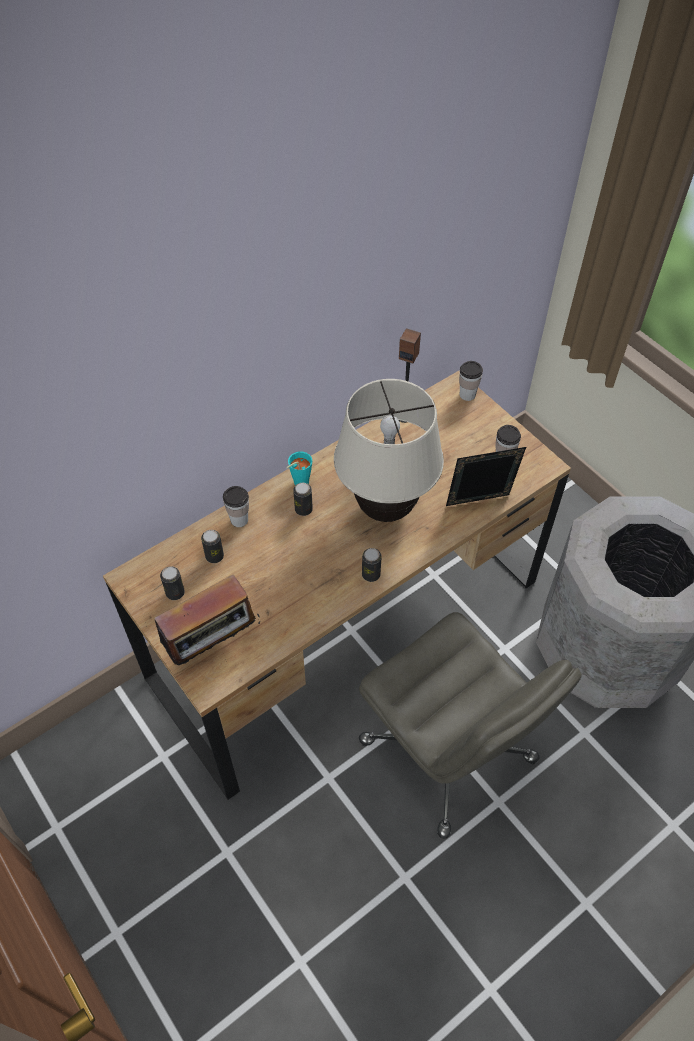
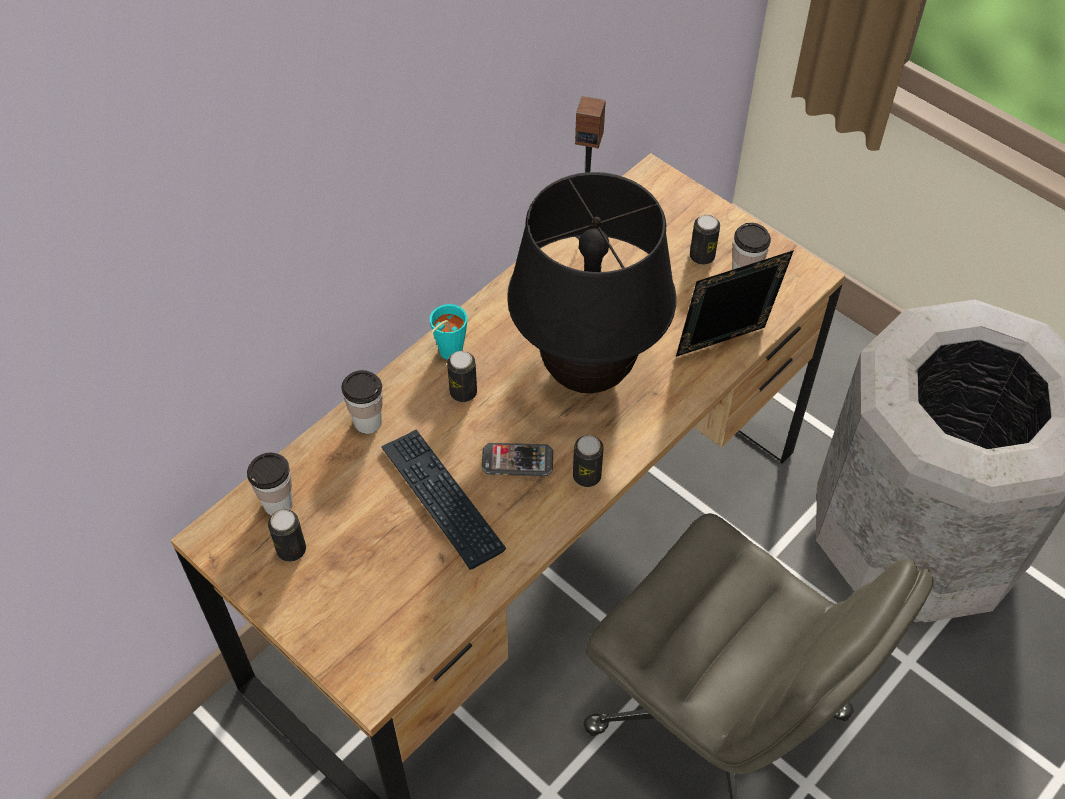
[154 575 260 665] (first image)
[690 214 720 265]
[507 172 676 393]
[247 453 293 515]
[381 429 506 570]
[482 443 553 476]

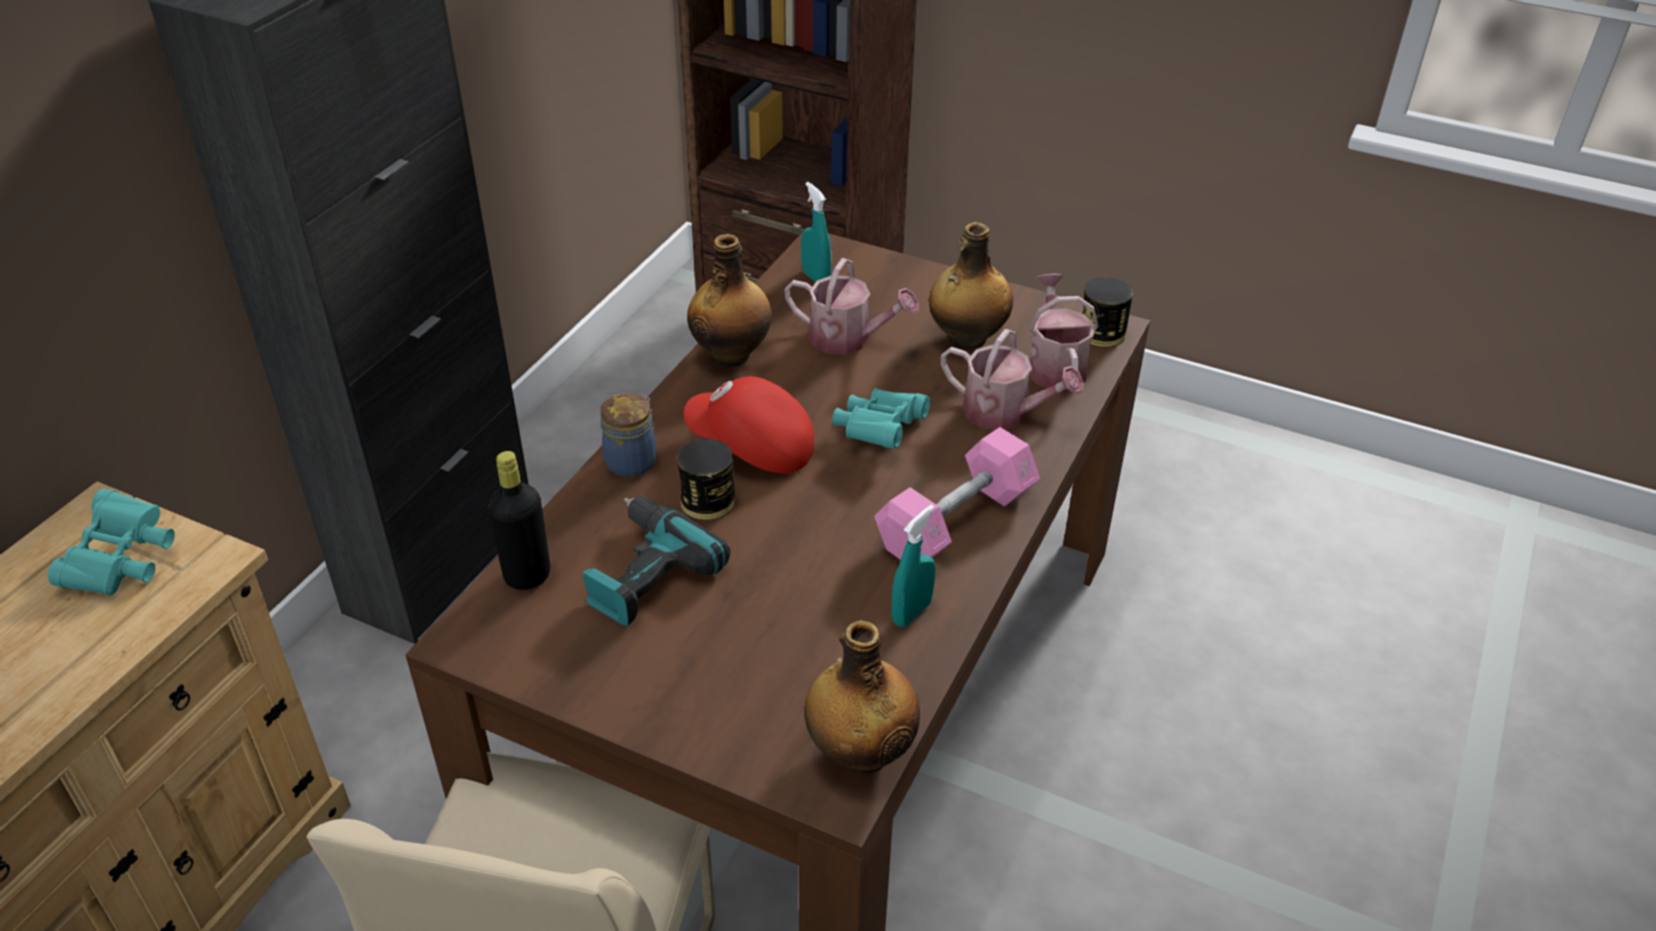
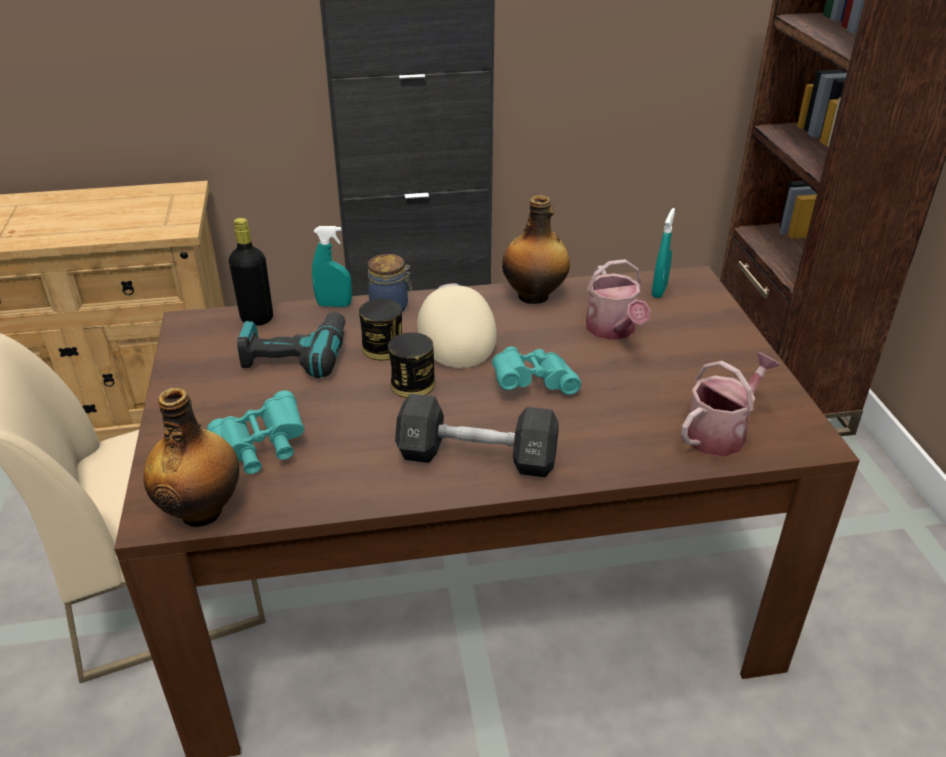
[207 390 305 474]
[417 283 497 368]
[395 394 559 478]
[312 226 352 307]
[929 222 1013 349] (first image)
[941 329 1084 430] (first image)
[388 333 435 398]

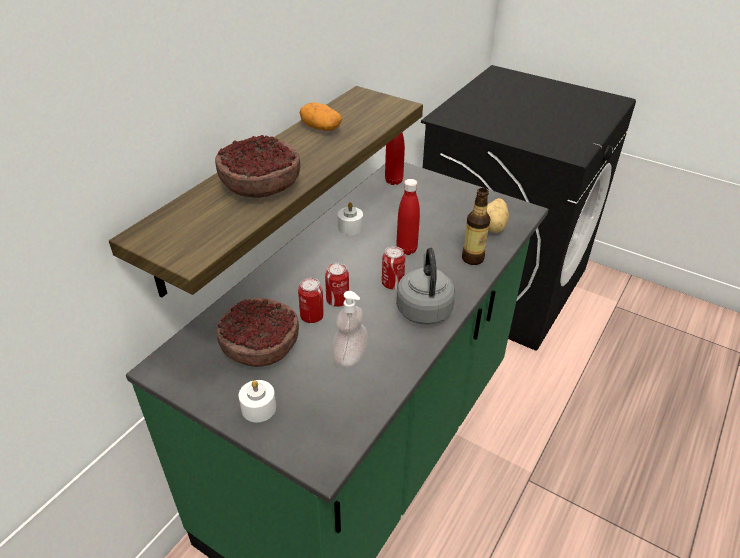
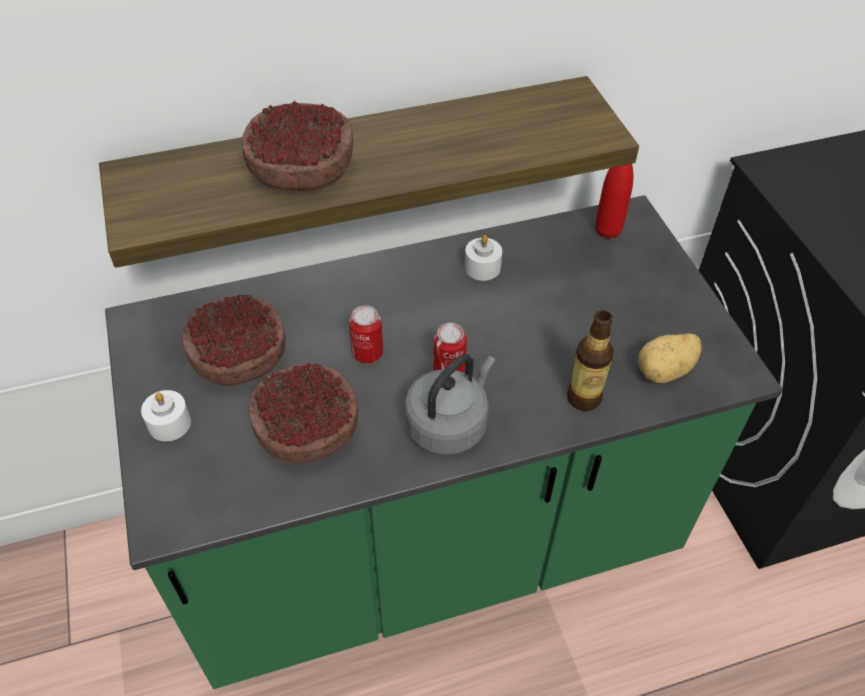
[298 278 324 323] (first image)
[300 102 342 131] (first image)
[248 363 358 464]
[396 179 420 255] (first image)

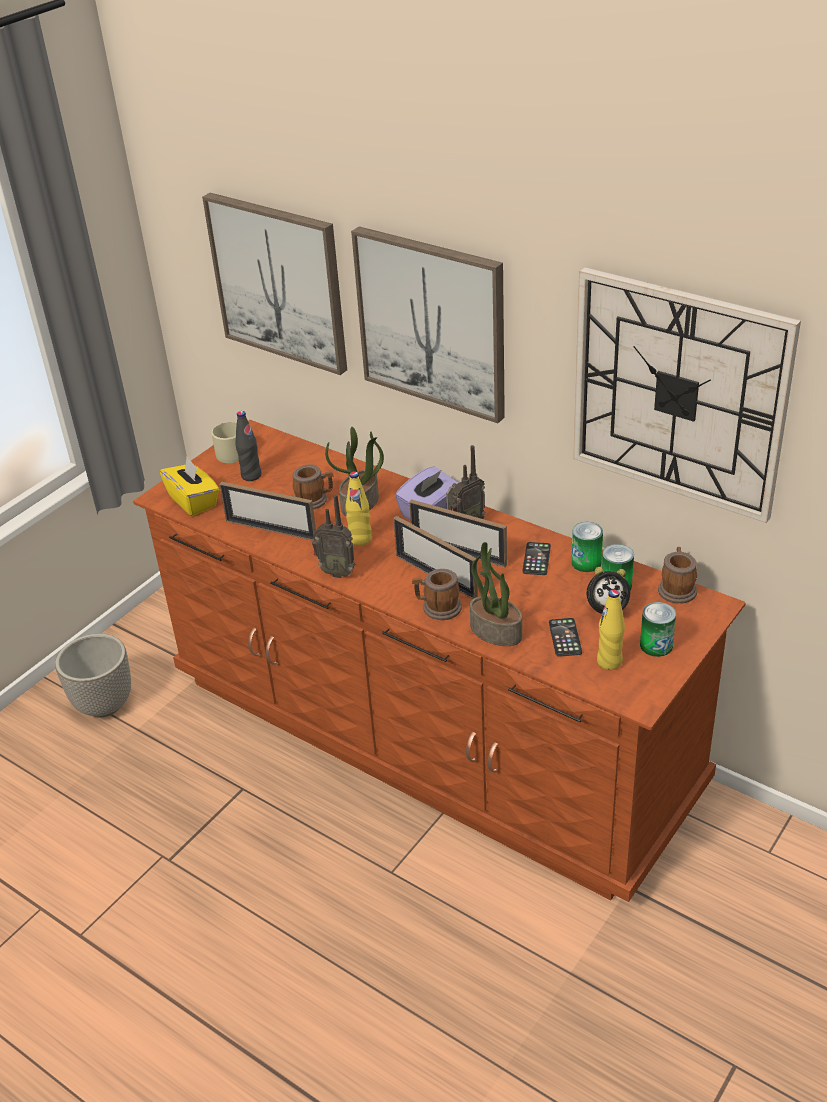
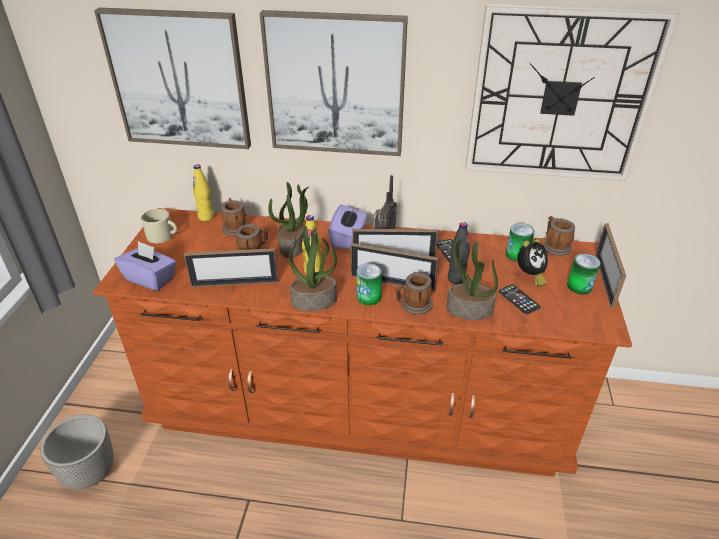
[115 241 176 291]
[448 222 470 284]
[289 226 337 311]
[356 263 382 305]
[193 164 214 221]
[221 198 248 236]
[595 223 626 309]

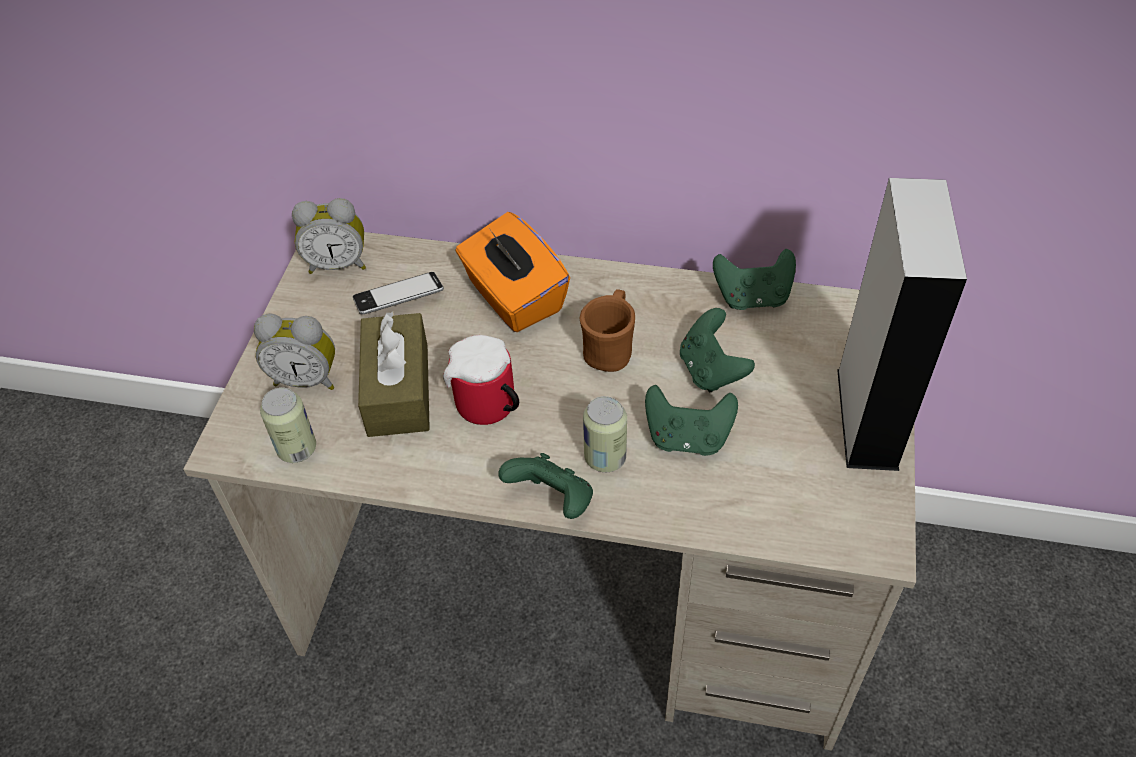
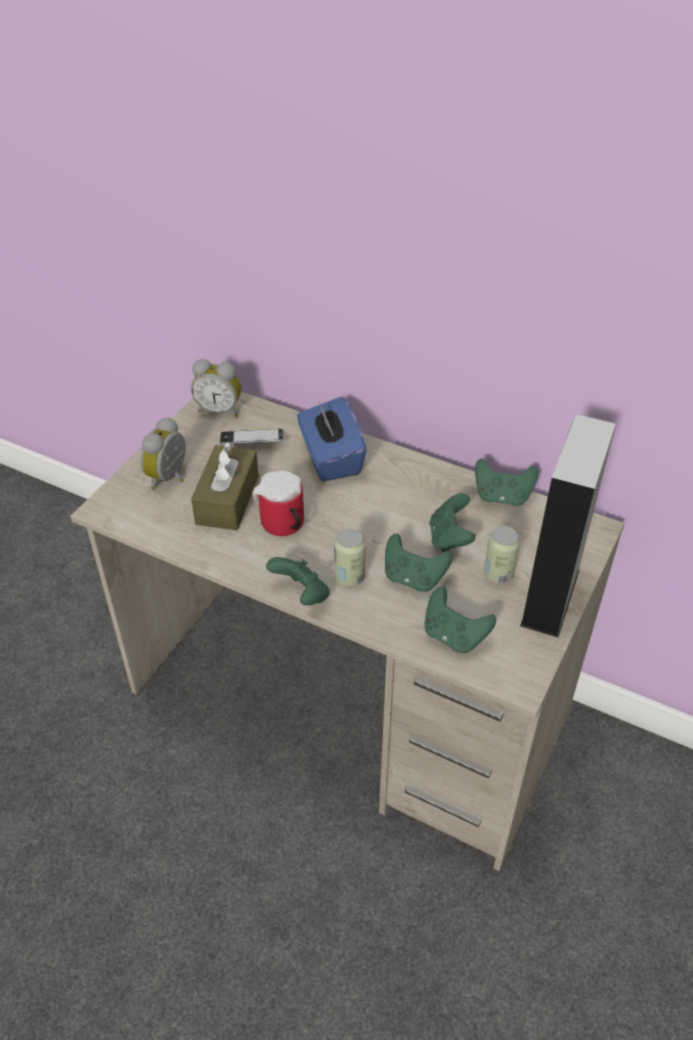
[140 417 186 490]
[484 526 520 584]
[297 397 367 481]
[580 289 635 372] (first image)
[424 587 496 653]

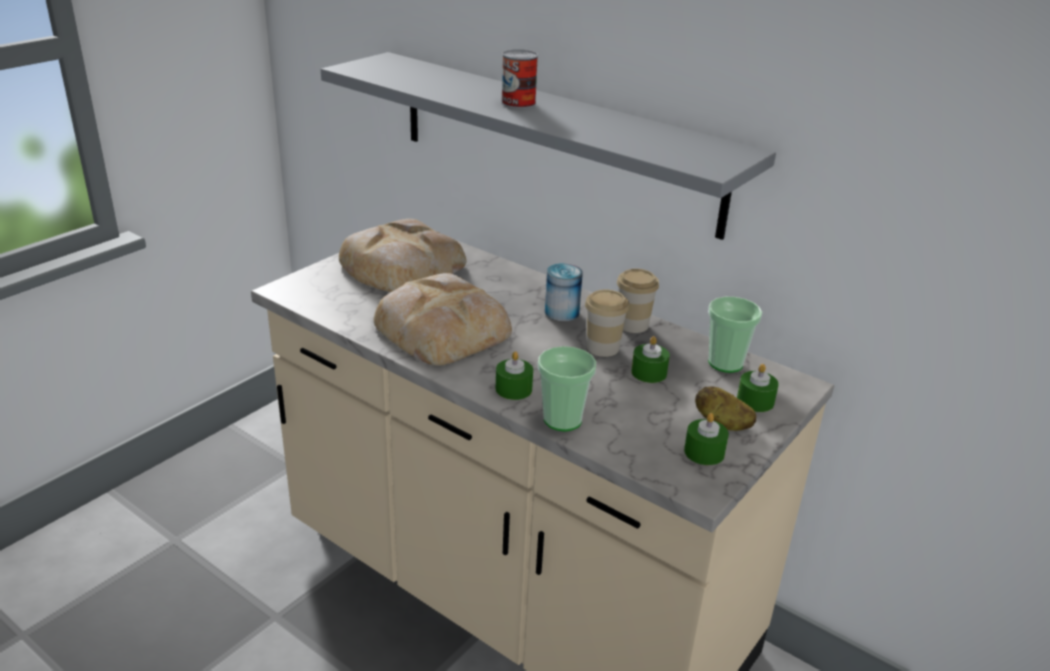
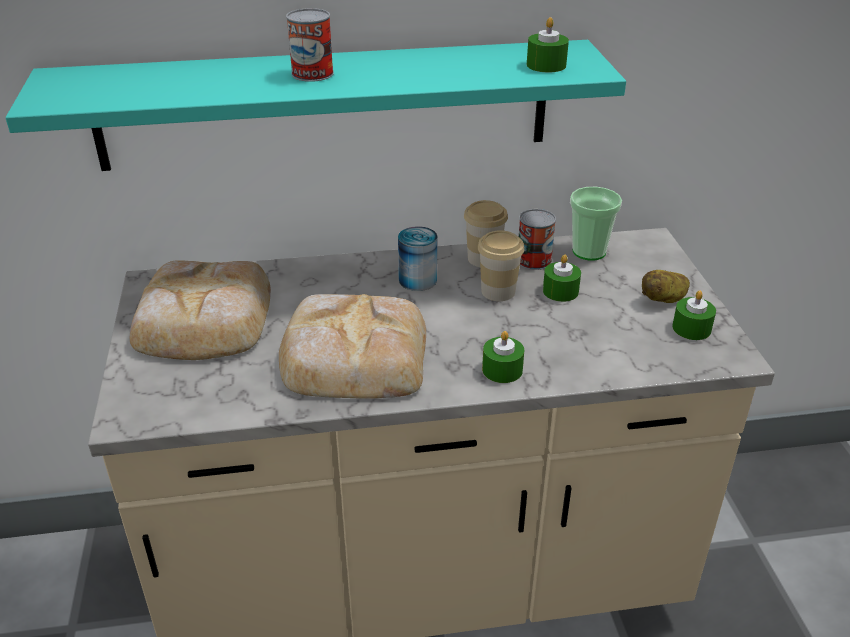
[5 40 626 171]
[538 346 596 432] (first image)
[527 17 569 73]
[519 209 556 270]

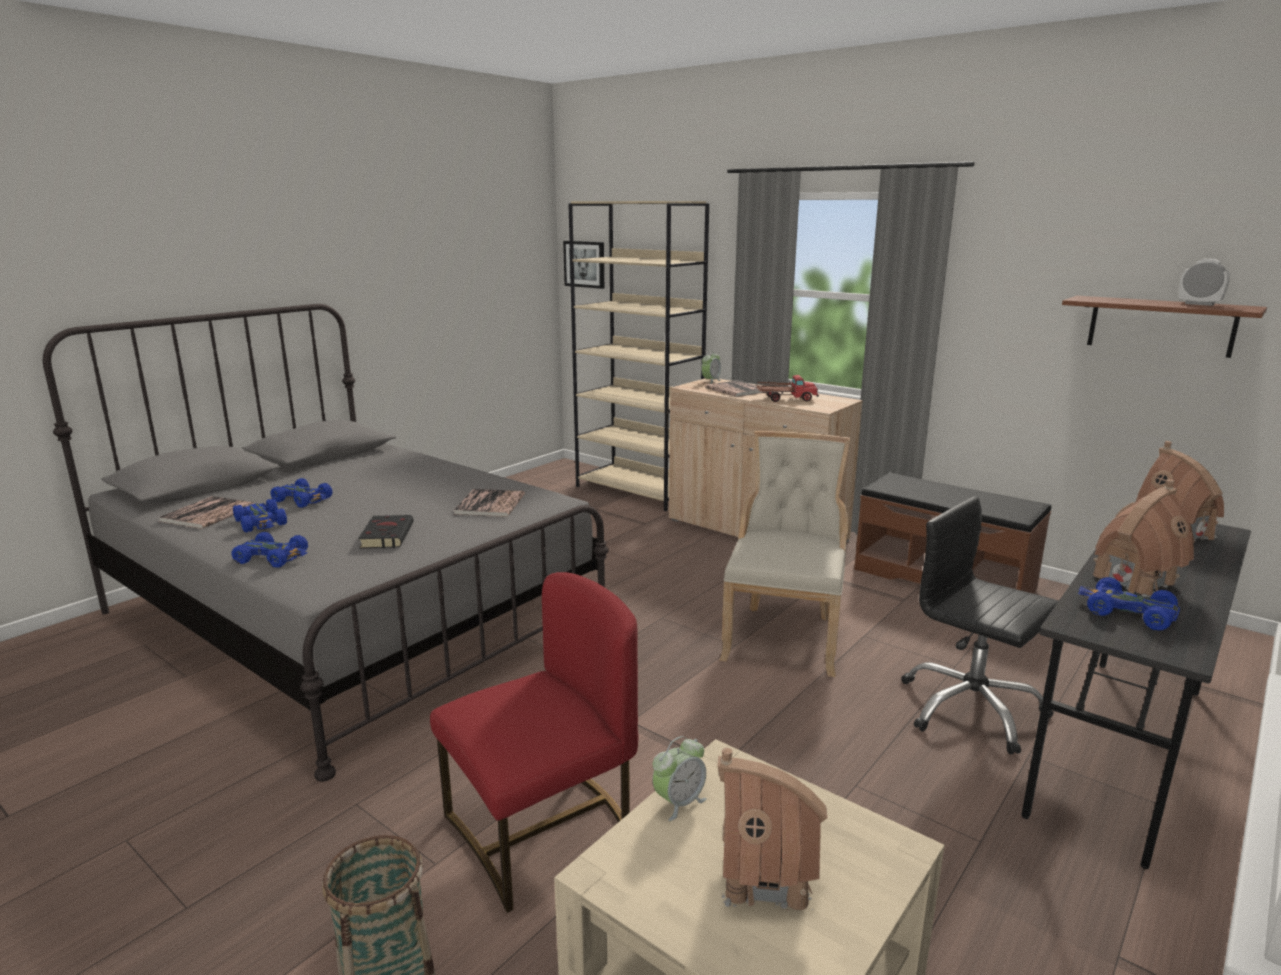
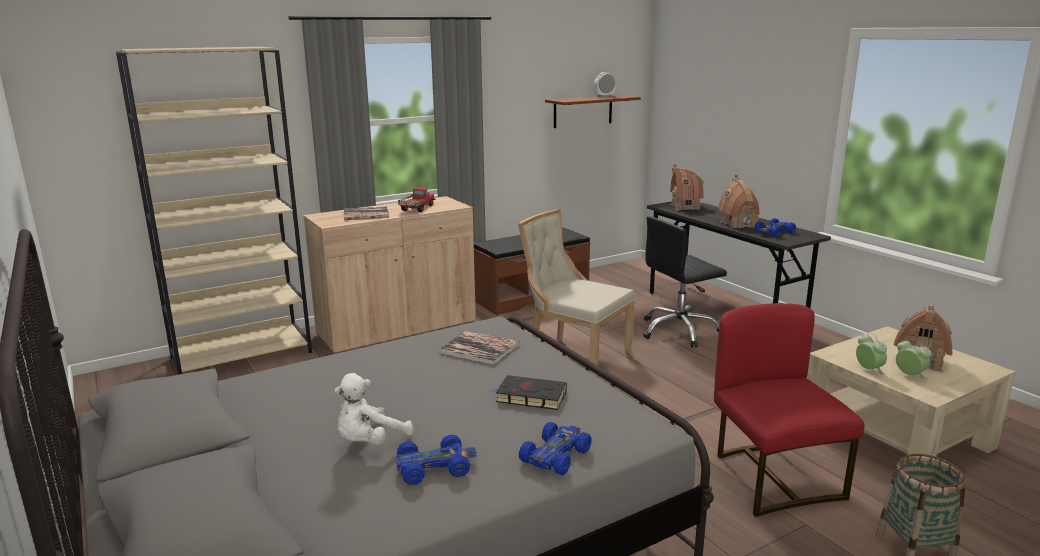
[158 496 254 529] (first image)
[334 373 414 445]
[563 241 604 289] (first image)
[896 339 931 379]

